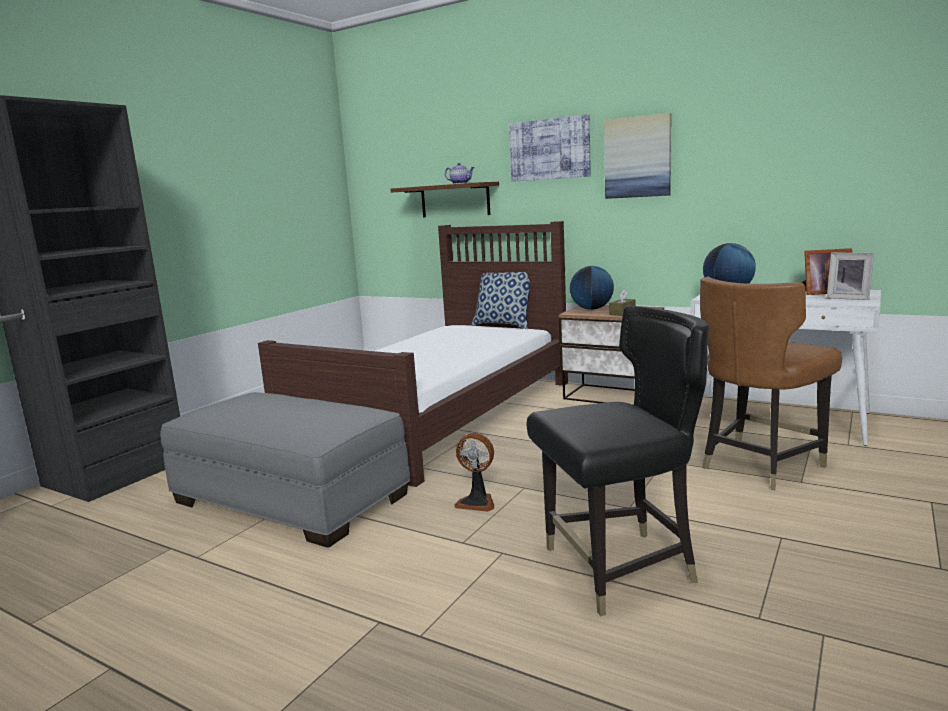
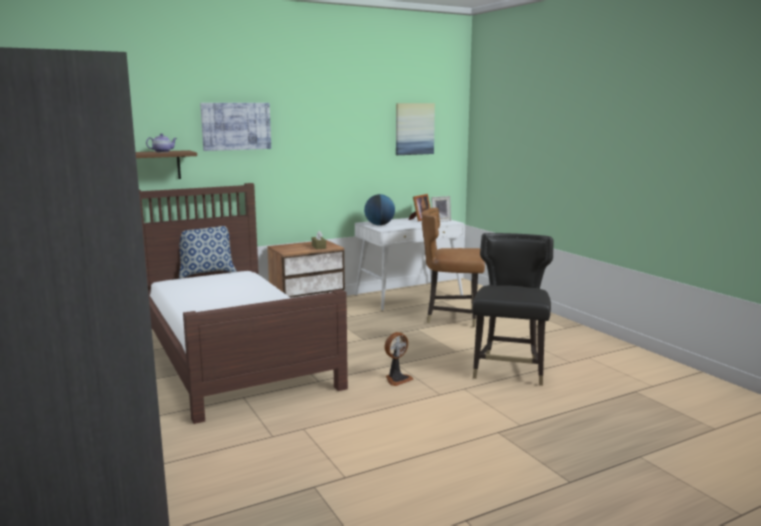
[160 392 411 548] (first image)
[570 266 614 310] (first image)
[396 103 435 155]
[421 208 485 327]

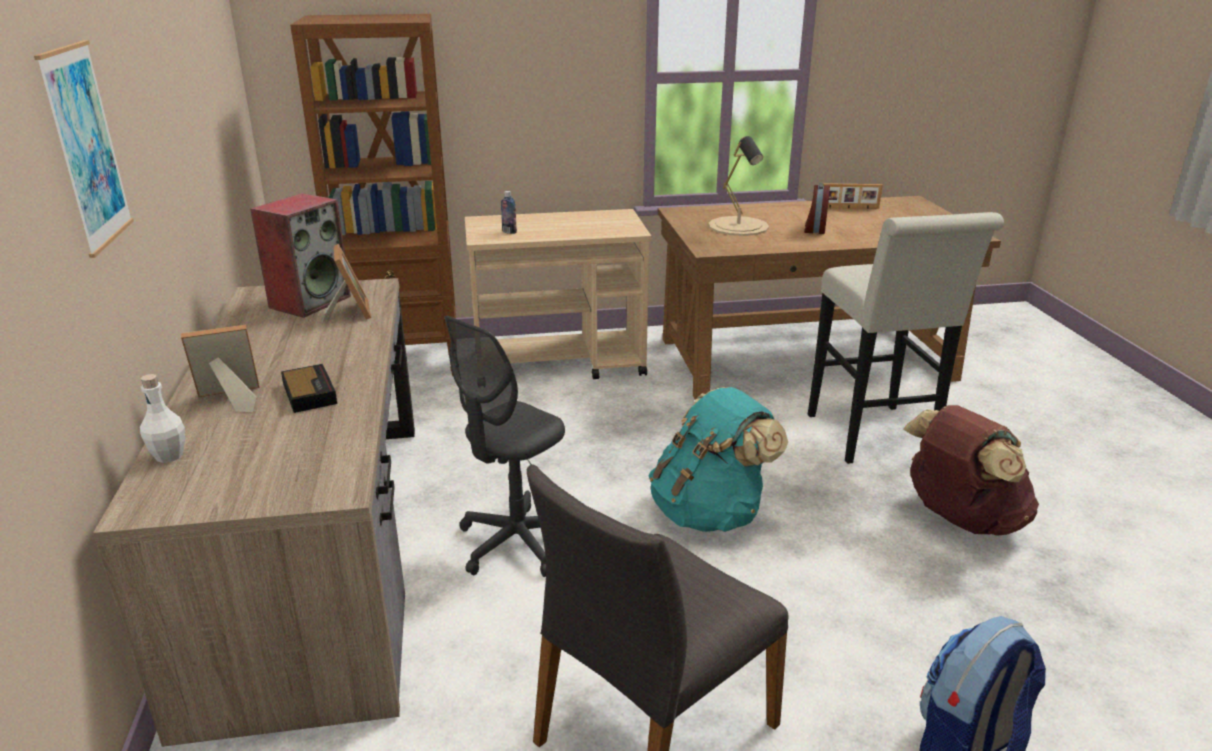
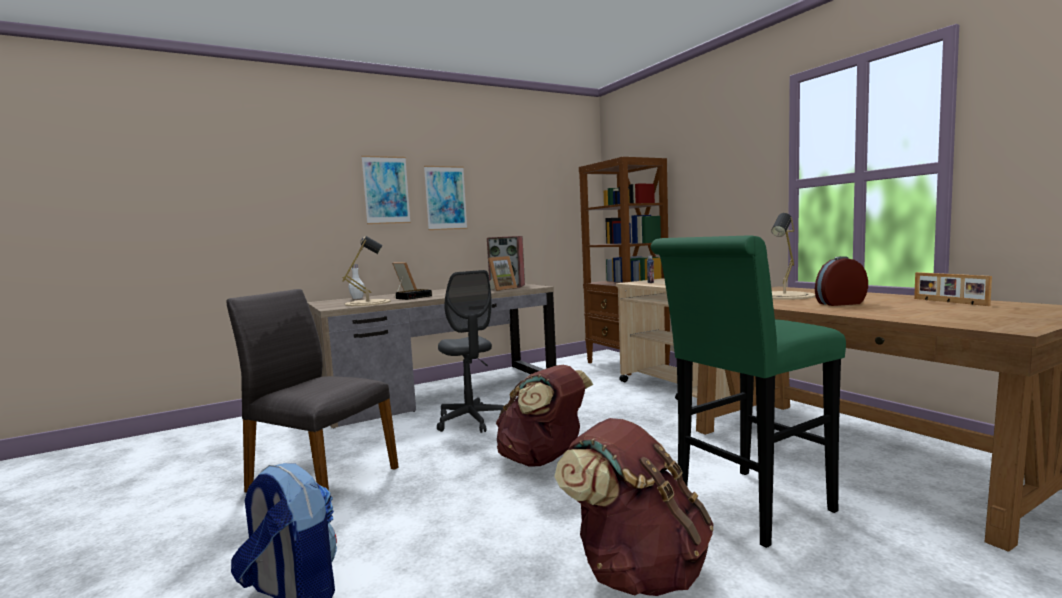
[437 270 504 433]
[496 365 593 467]
[651 235 846 548]
[342 236 391 306]
[424 166 467 230]

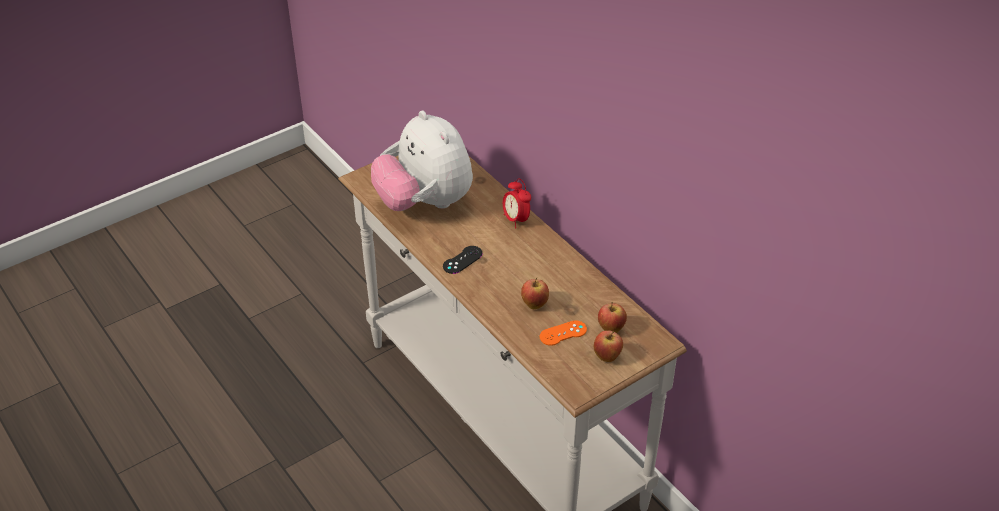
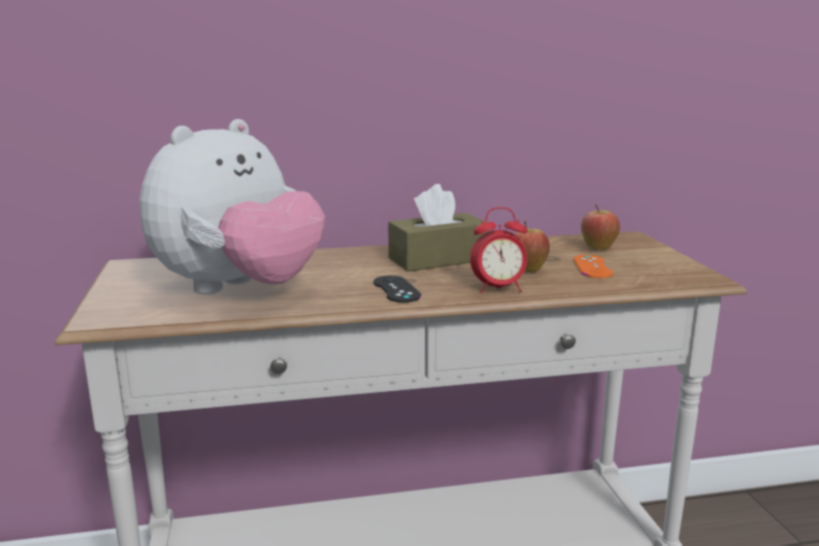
[140 119 325 294]
[470 207 527 293]
[594 330 623 362] (first image)
[388 184 488 271]

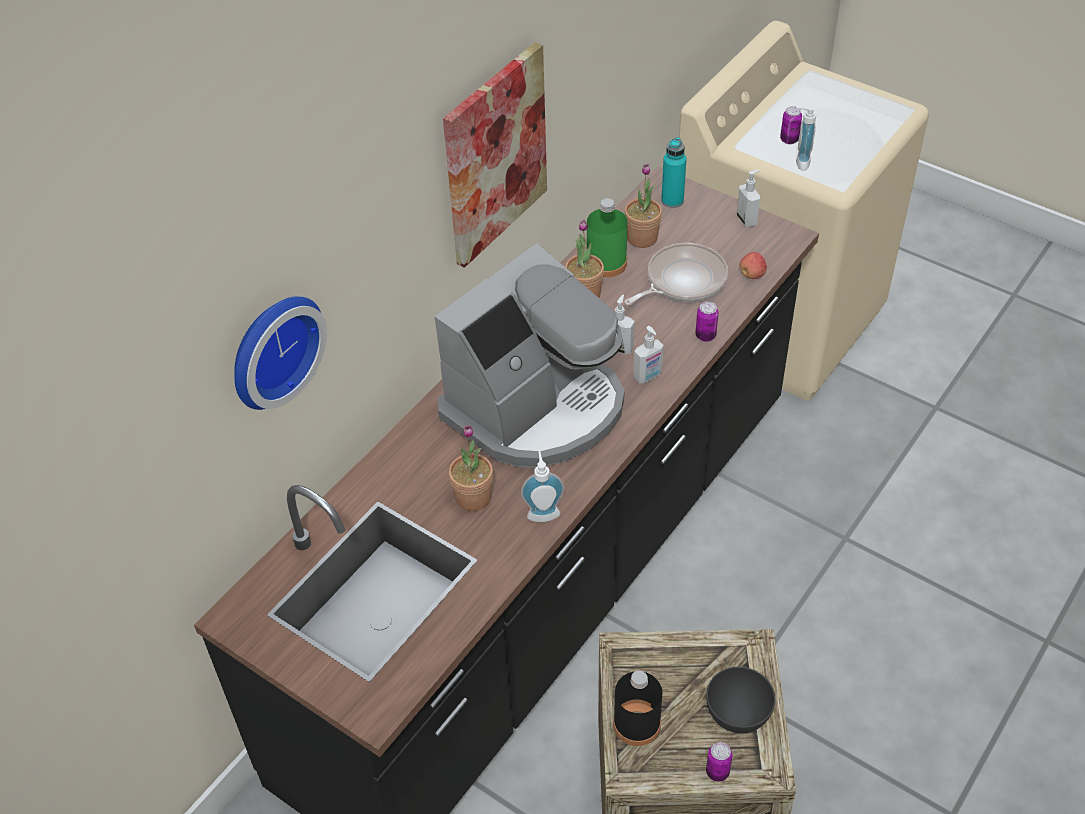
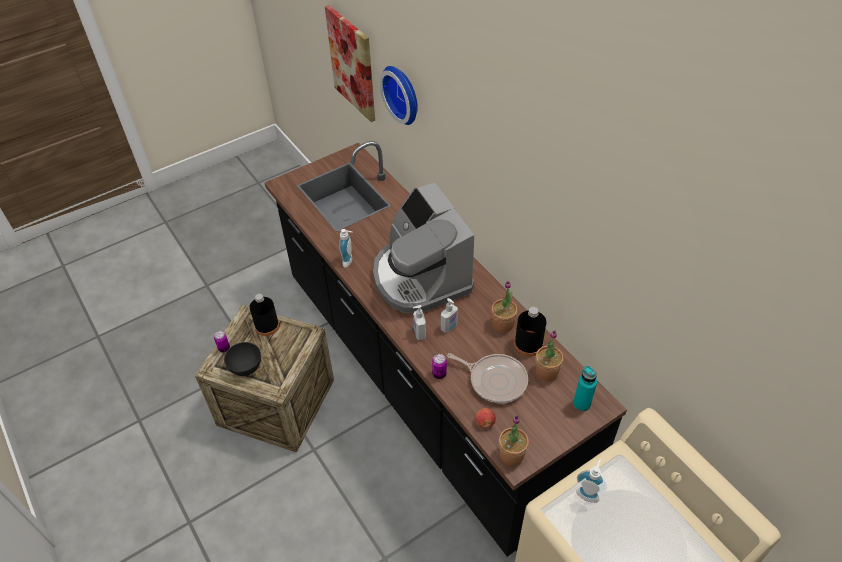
[325 5 375 122]
[499 415 529 466]
[514 307 546 357]
[447 353 528 403]
[737 170 760 228] (first image)
[780 106 802 144] (first image)

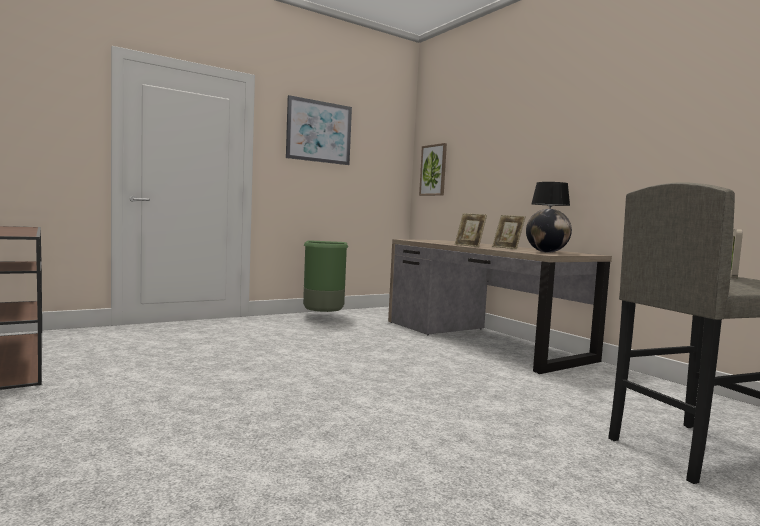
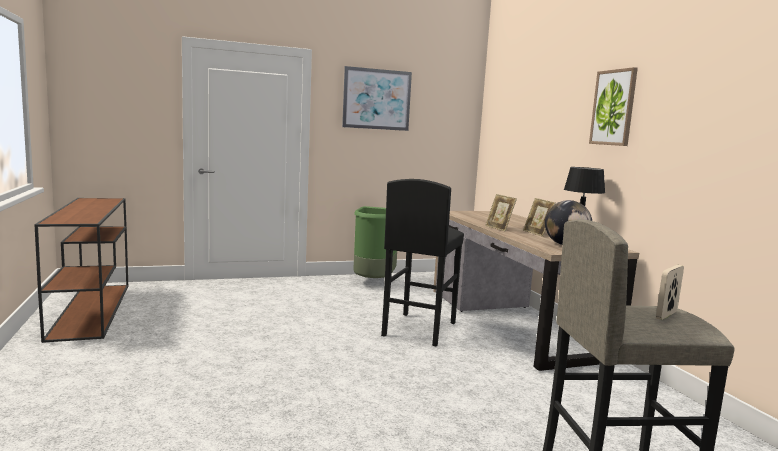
[589 67 638 146]
[381 179 464 347]

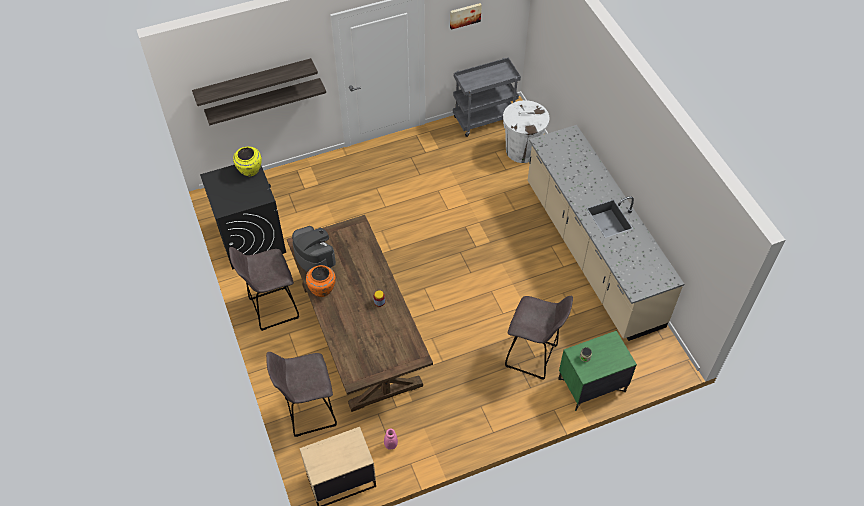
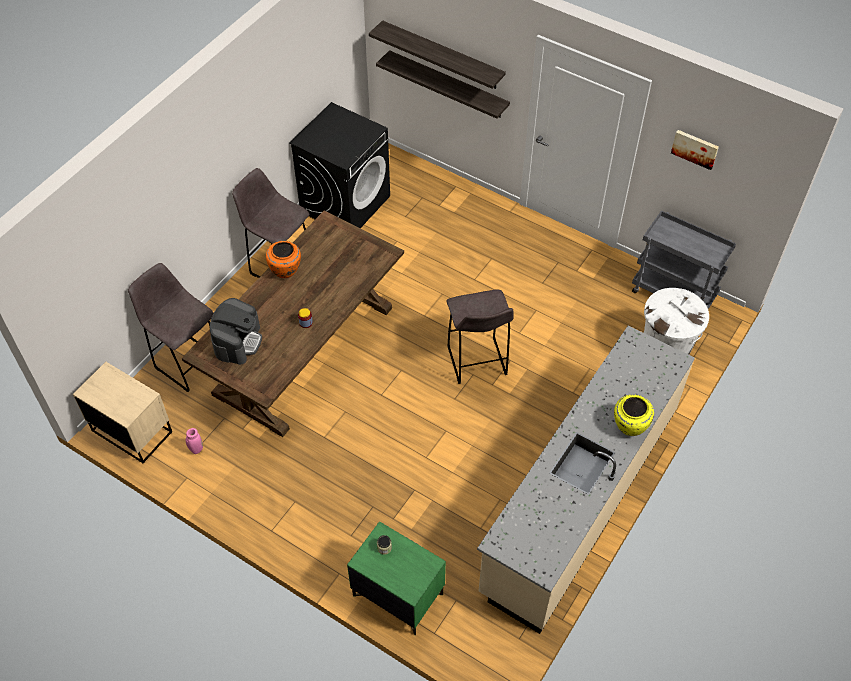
[614 394 654 436]
[209 298 262 365]
[446 290 514 384]

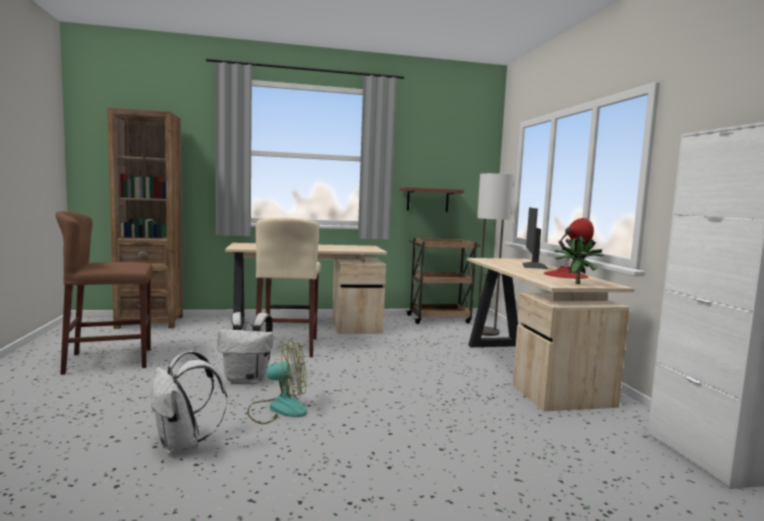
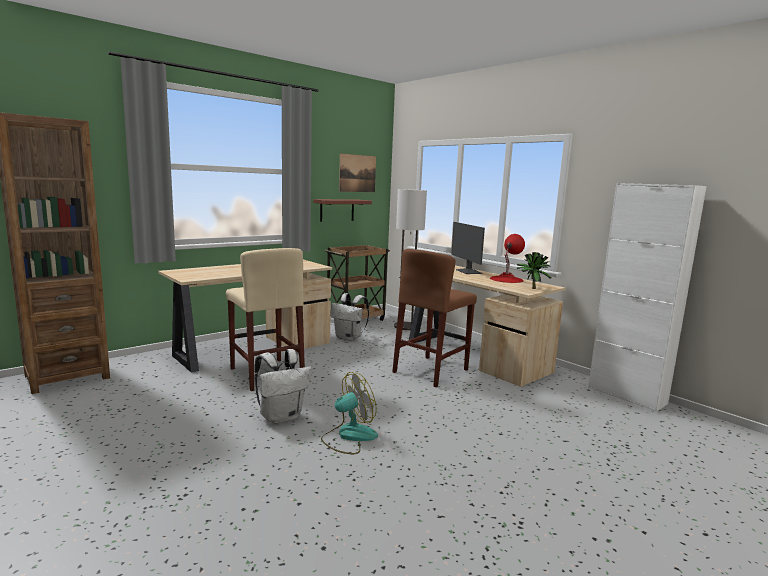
[392 249 477 387]
[331 293 369 341]
[339 153 376 192]

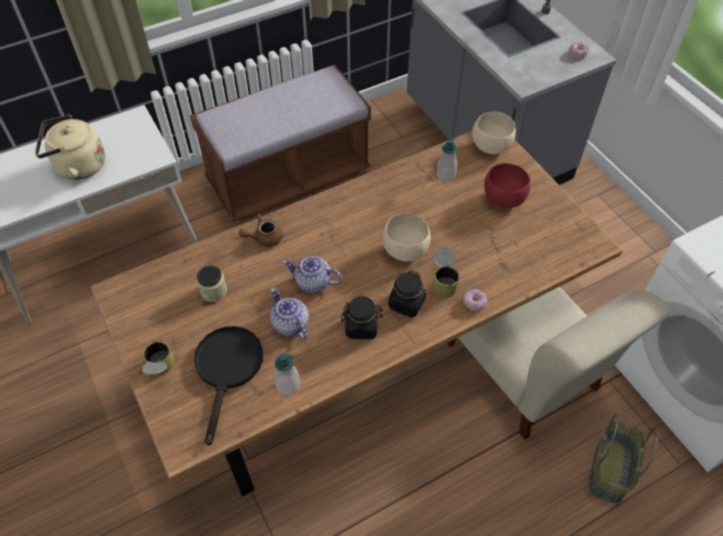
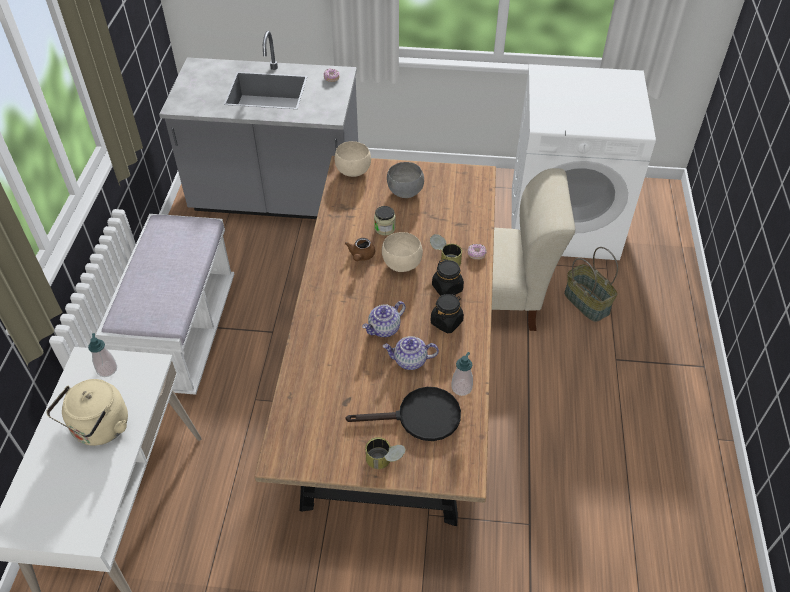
[96 214 234 395]
[345 387 461 441]
[374 206 396 235]
[345 238 375 261]
[88 333 117 377]
[387 162 424 198]

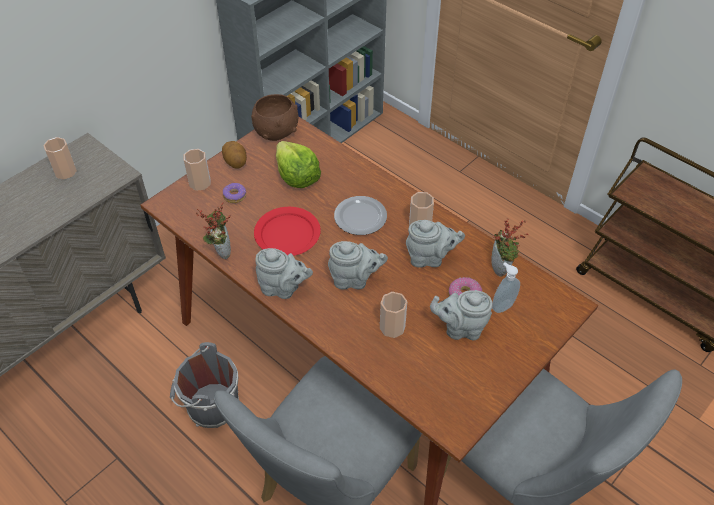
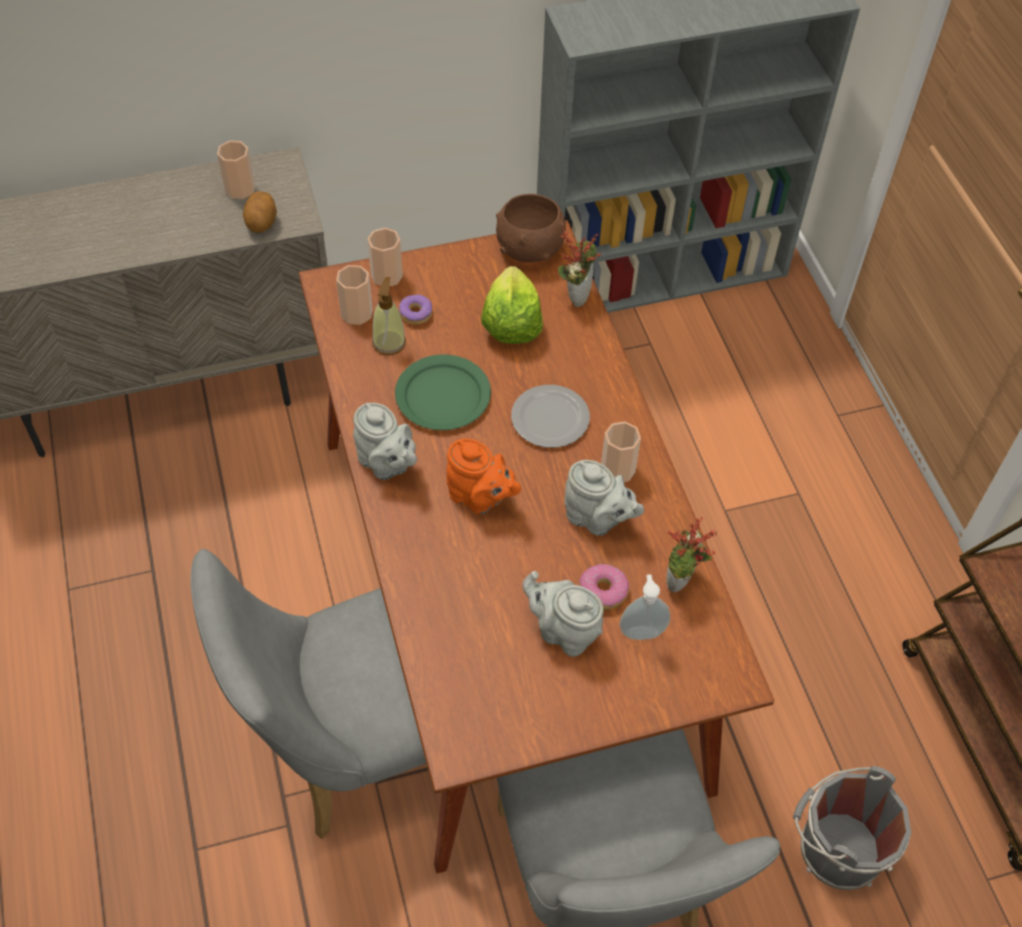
[793 766 911 890]
[558 228 601 307]
[243 191 277 233]
[395 354 491 430]
[446 438 521 514]
[336 265 373 325]
[372 277 406 355]

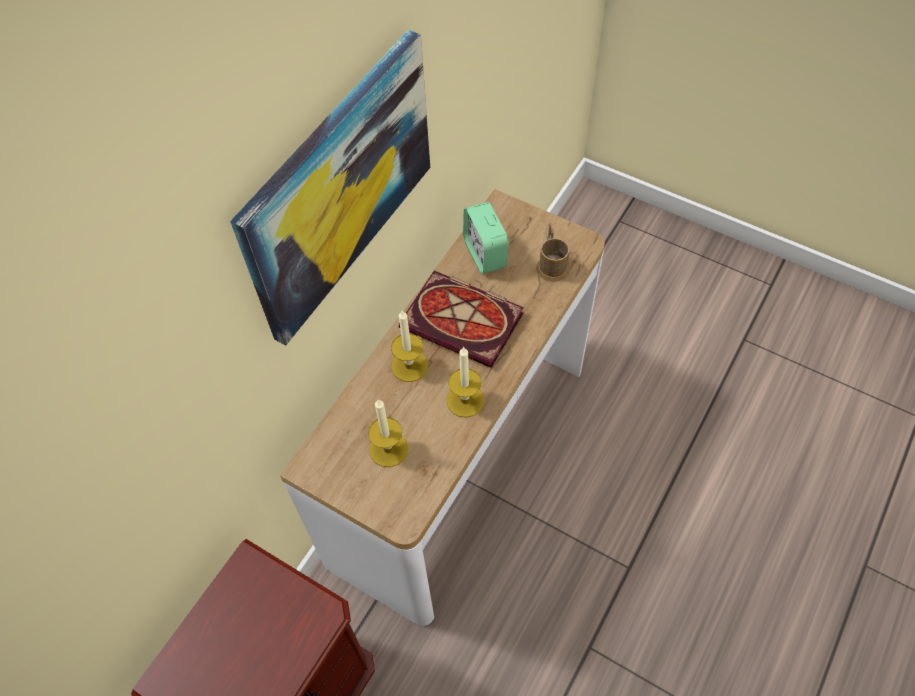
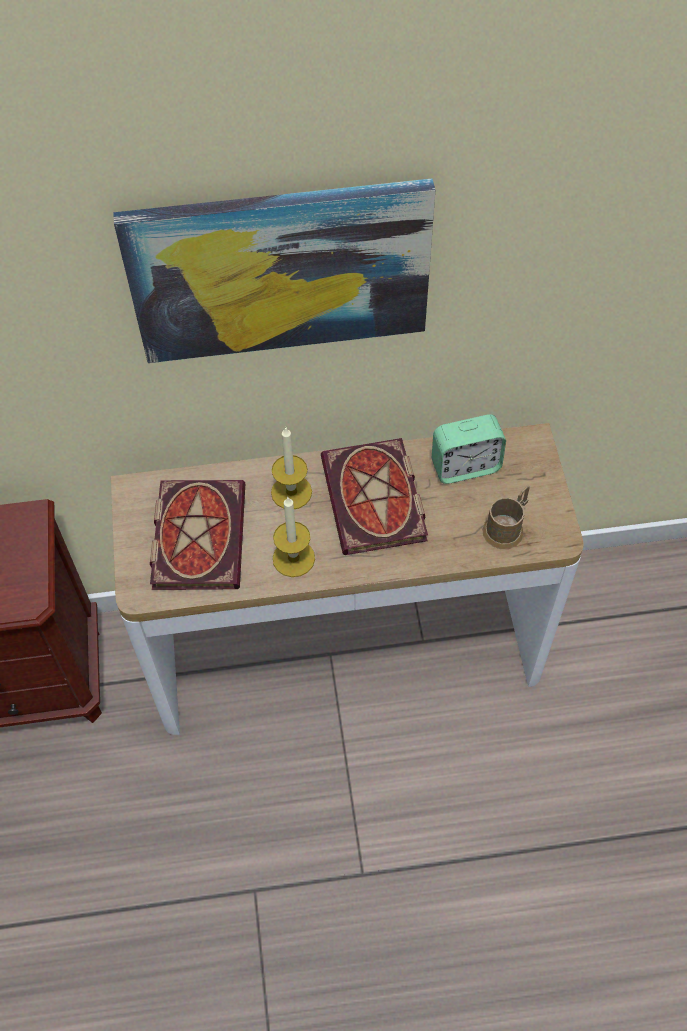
[150 480 245 590]
[432 414 506 484]

